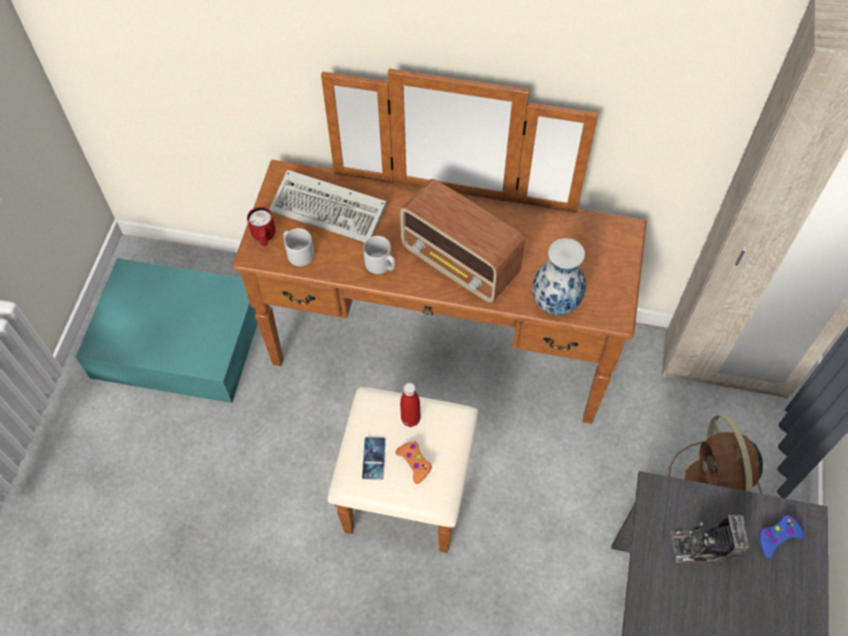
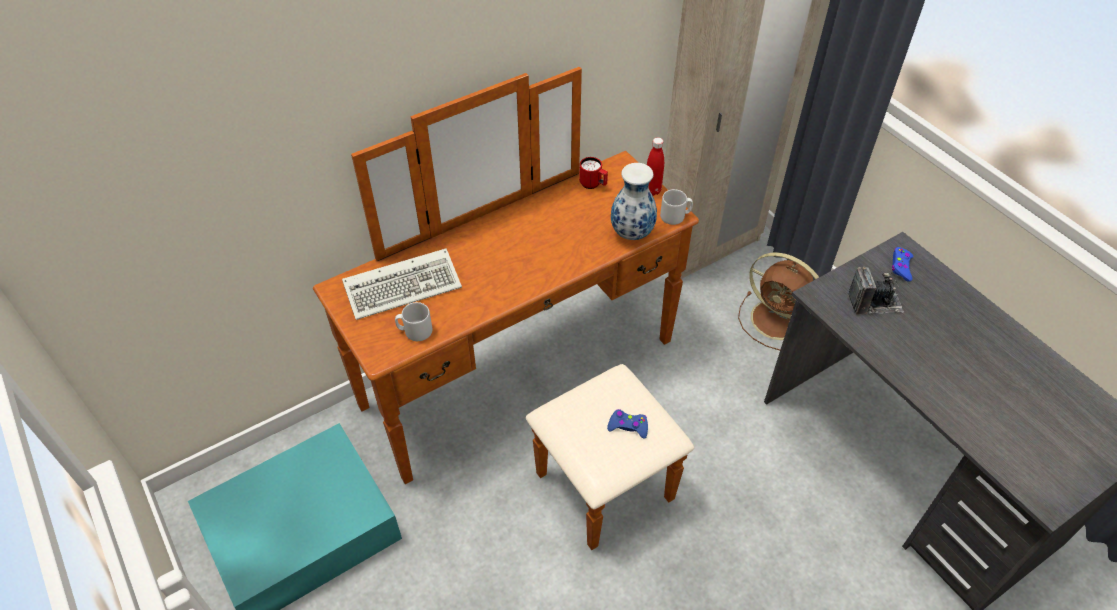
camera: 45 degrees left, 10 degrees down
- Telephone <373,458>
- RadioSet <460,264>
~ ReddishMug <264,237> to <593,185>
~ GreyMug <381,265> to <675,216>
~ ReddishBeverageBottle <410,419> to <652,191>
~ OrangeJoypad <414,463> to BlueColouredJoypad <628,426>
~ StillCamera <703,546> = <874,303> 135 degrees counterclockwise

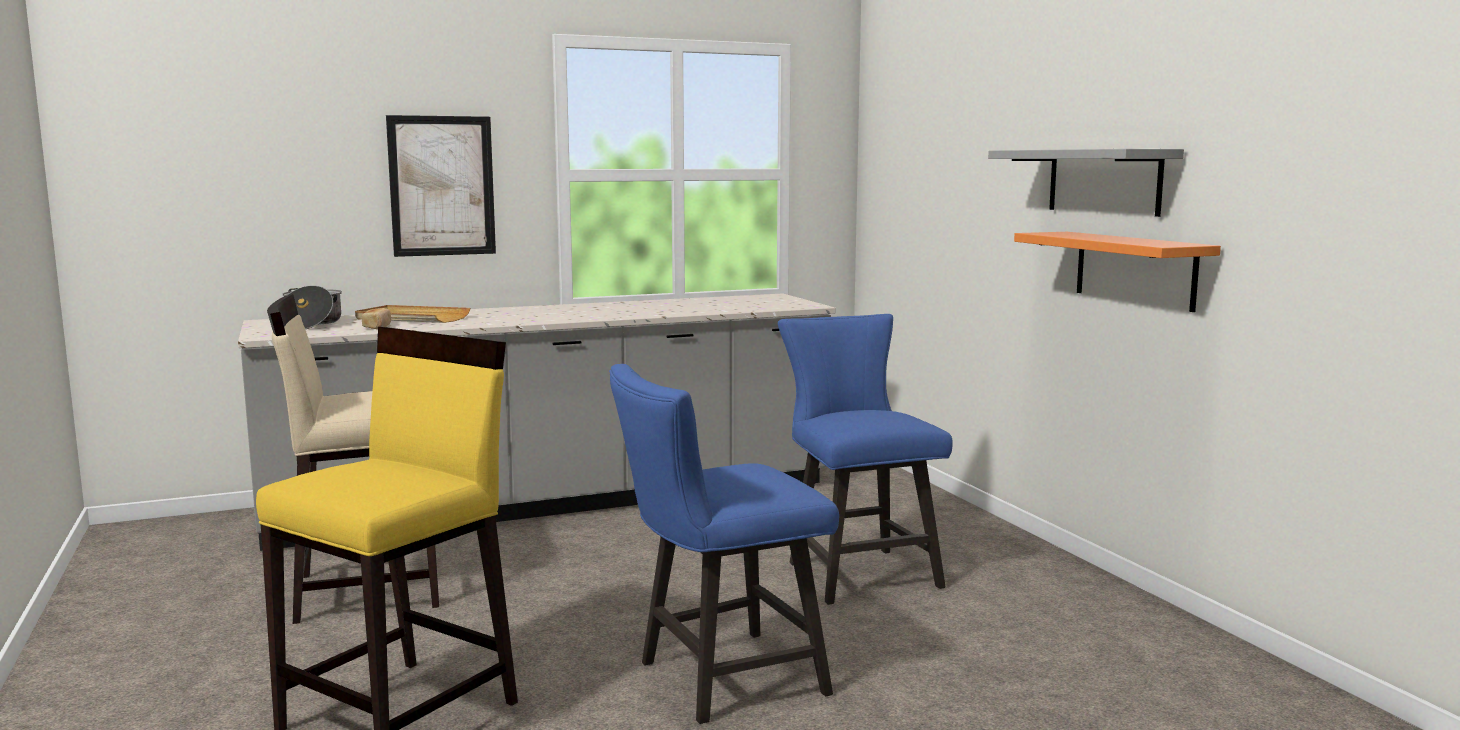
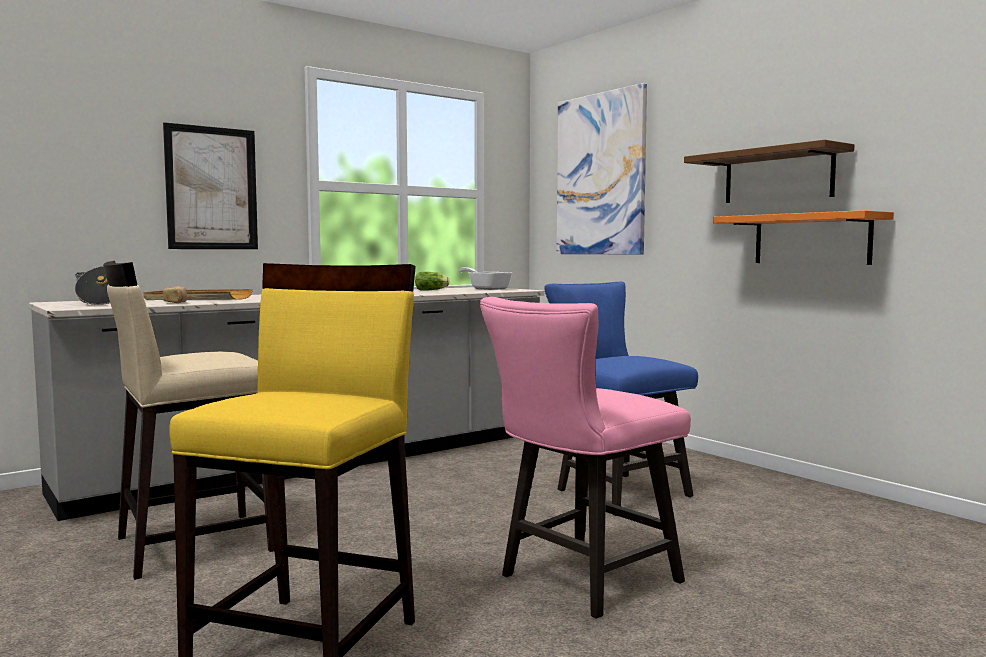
camera: 15 degrees left, 5 degrees down
+ HeadOfLettuce <432,290>
+ Pan <486,289>
+ WallPicture <600,174>
~ BlueColouredPlainChair <719,680> to PinkPlainChair <580,581>
~ GreyWallShelf <1104,181> to BrownishWallShelf <778,176>

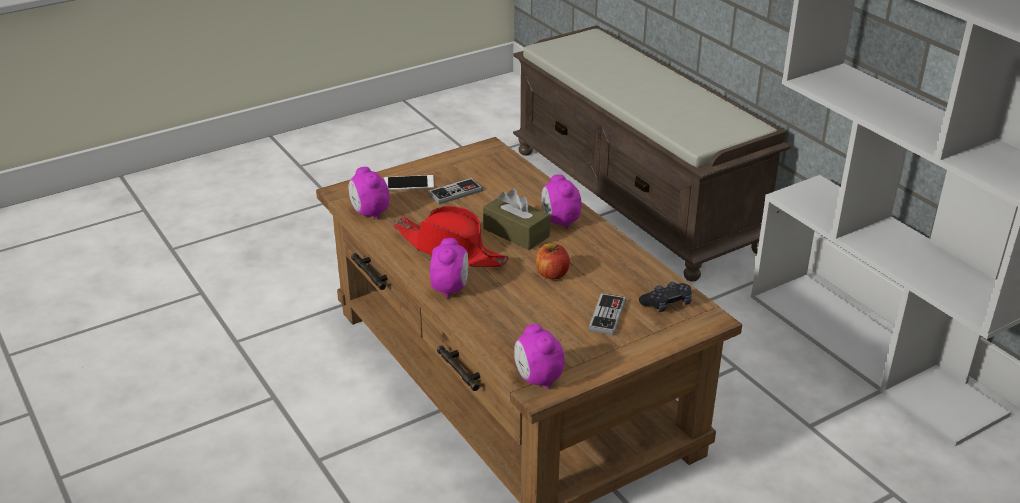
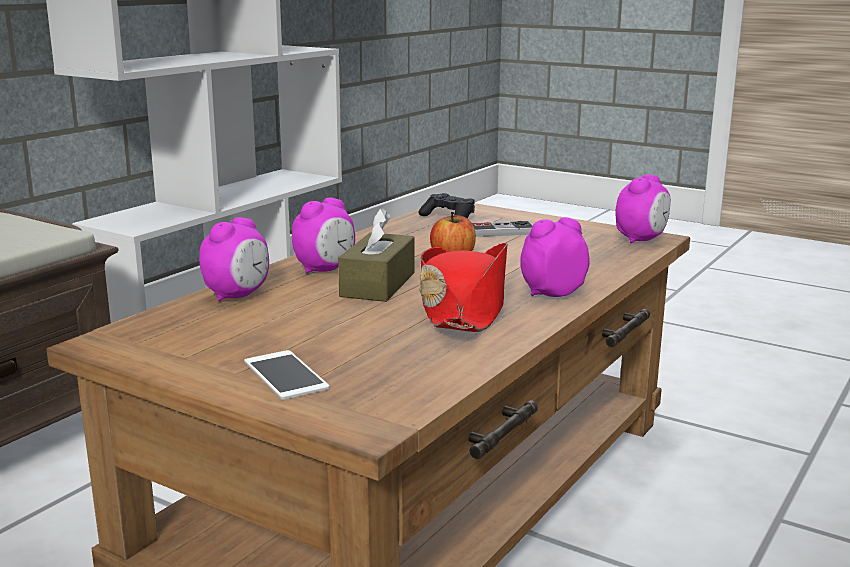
camera: 115 degrees left, 15 degrees down
- Joypad <455,193>
~ TableClock <369,213> to <238,295>

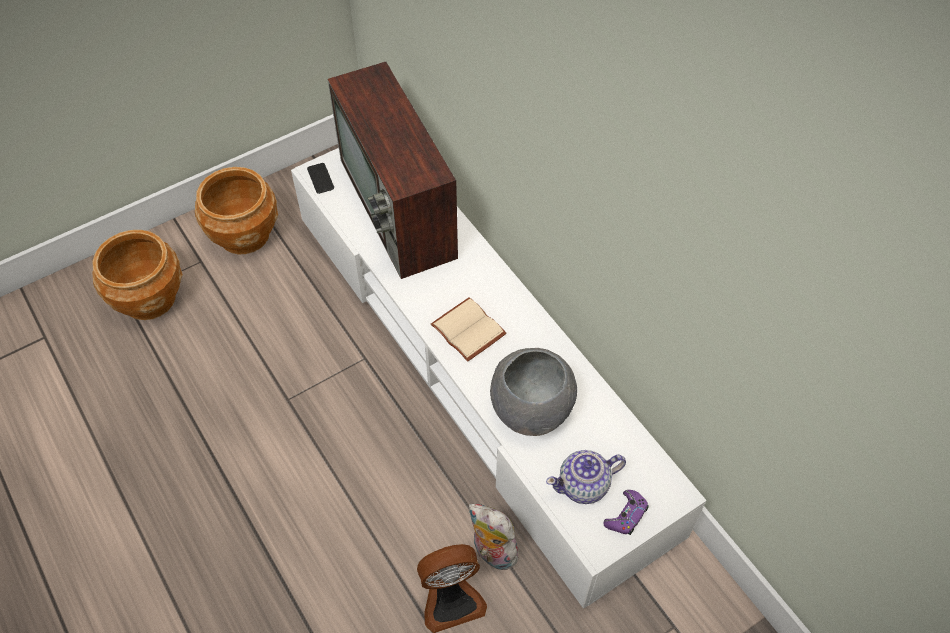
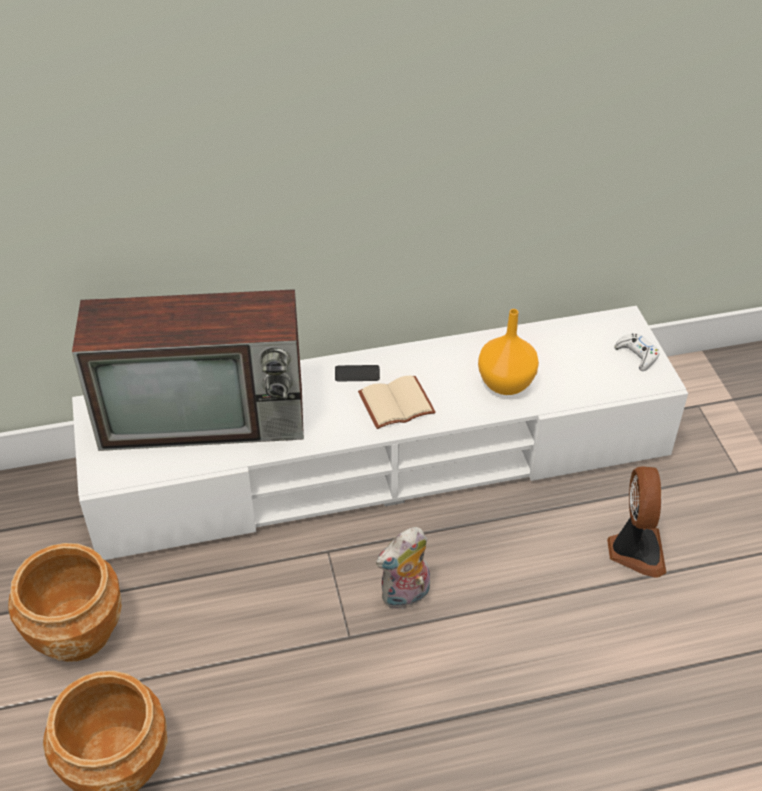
camera: 70 degrees left, 10 degrees down
- Teapot <584,485>
~ Telephone <320,178> to <357,374>
~ PlushToy <492,553> to <405,596>
~ GreyServingBowl <531,406> to OrangeFlowerVase <505,383>
~ PurpleColouredJoypad <626,515> to WhiteJoypad <637,355>

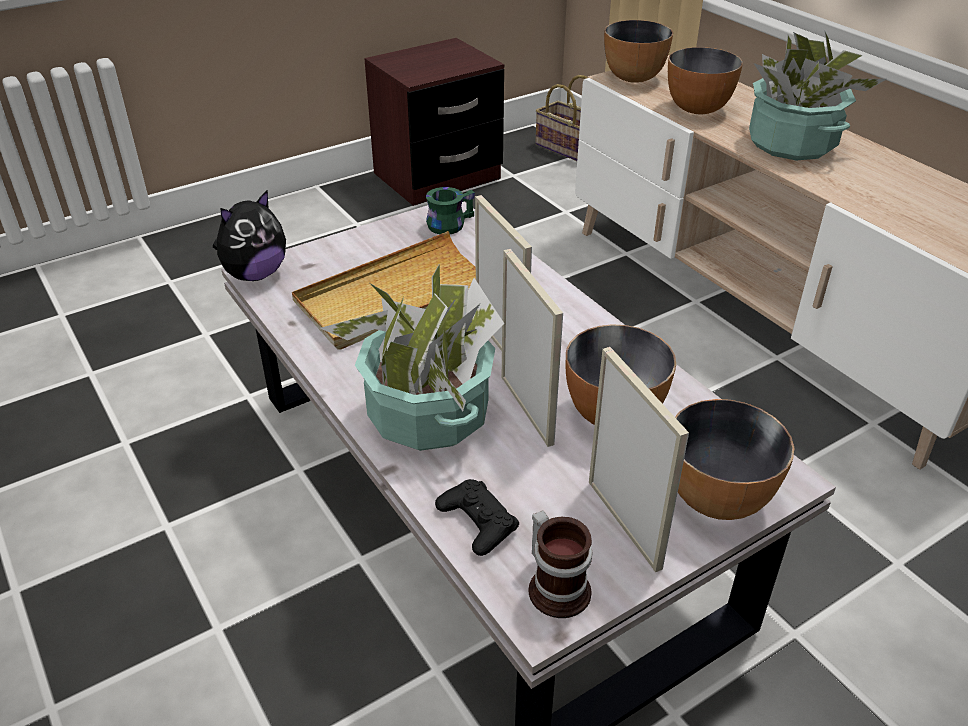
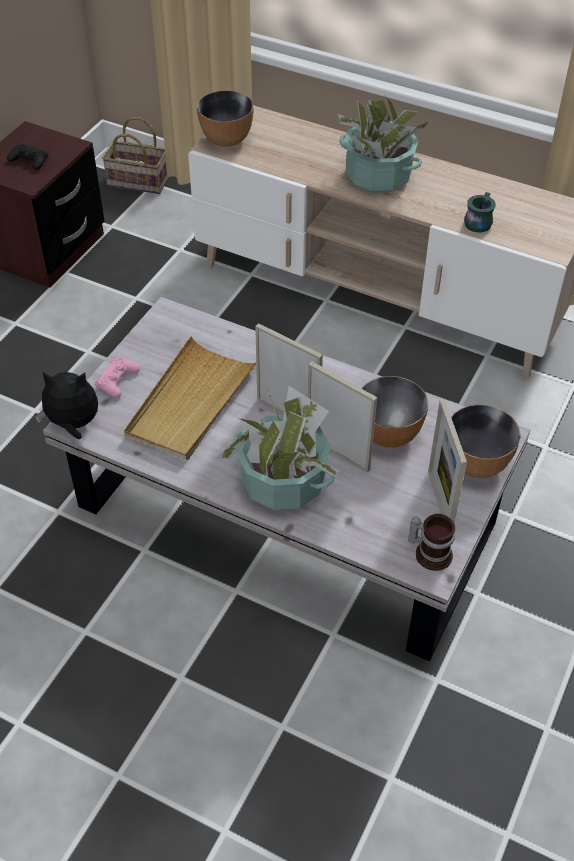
camera: 30 degrees left, 10 degrees up
- ServingBowl <697,109>
+ PinkJoypad <117,380>
~ GreenMug <448,222> to <477,221>
~ BlackJoypad <477,522> to <29,160>
~ PlushToy <255,274> = <73,424> 105 degrees counterclockwise
~ StandingFrame <623,524> = <439,501> 135 degrees counterclockwise

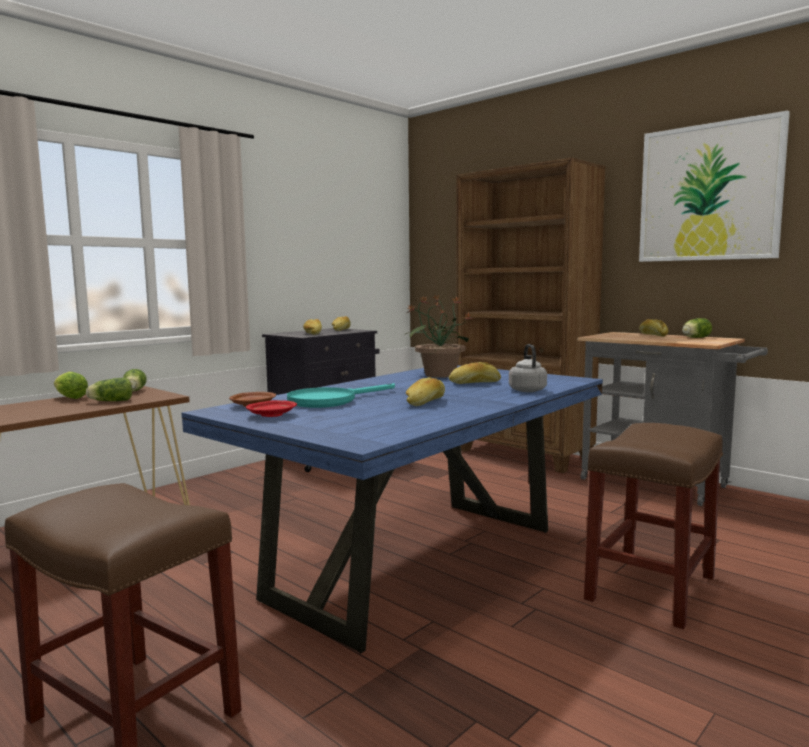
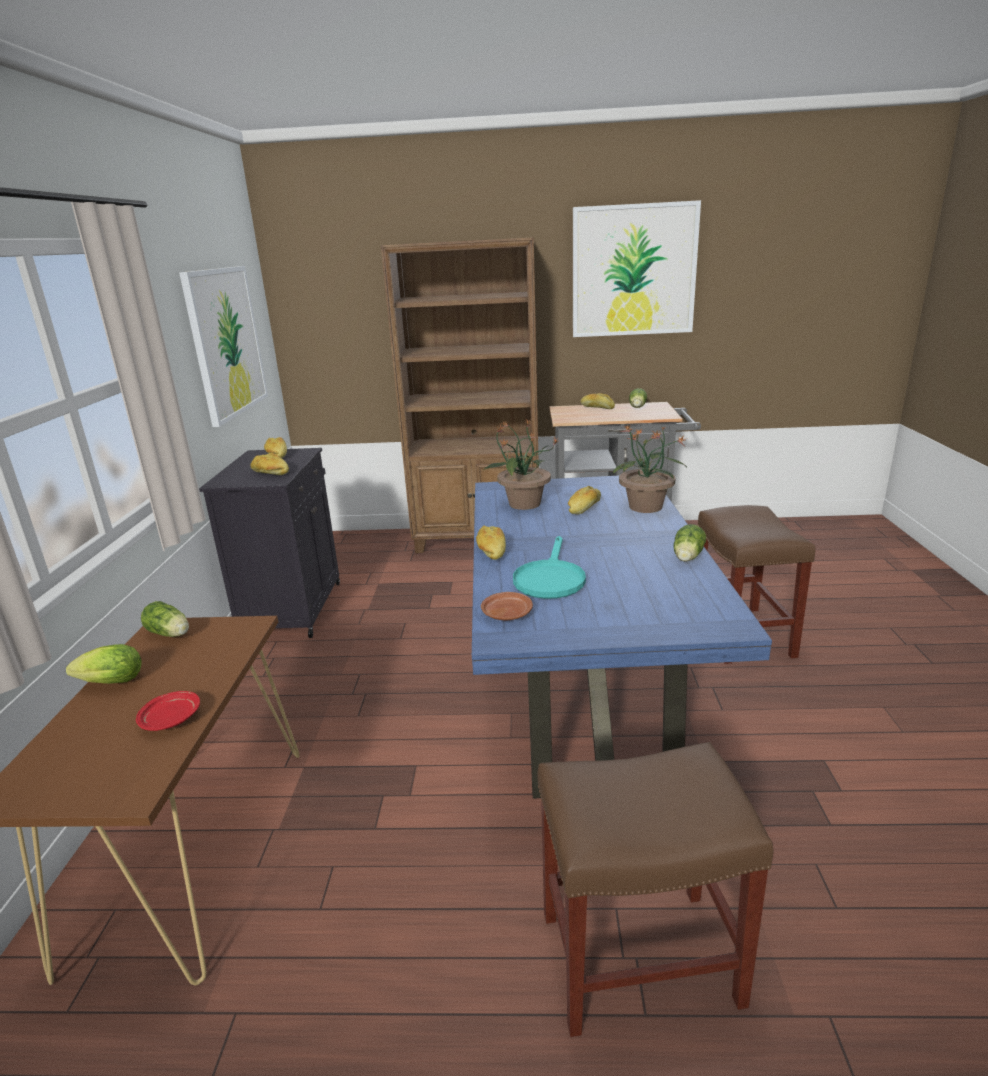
camera: 40 degrees left, 15 degrees up
+ WallPicture <226,342>
~ HeadOfLettuce <110,401> to <687,557>
~ ReddishPlate <272,415> to <171,719>
~ BakedBread <425,402> to <491,551>
~ GreyKettle <526,390> to PlantInAPot <646,507>

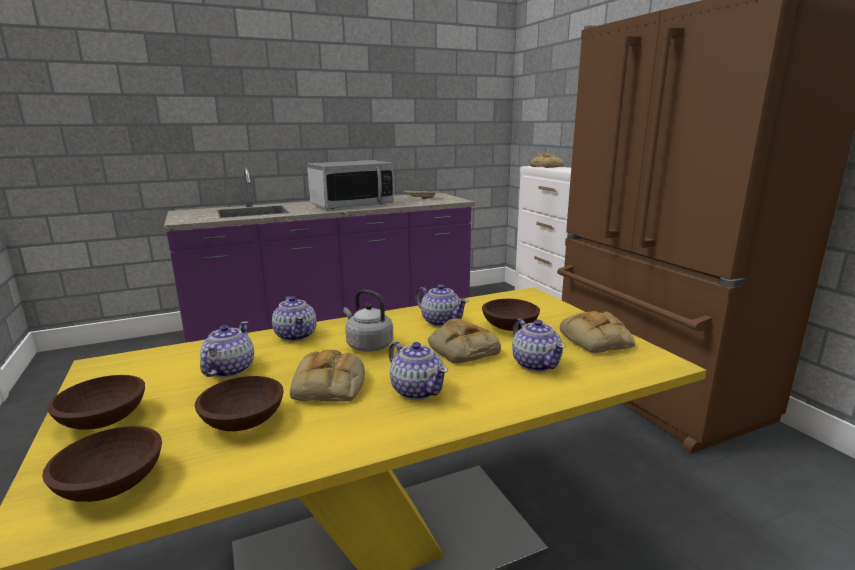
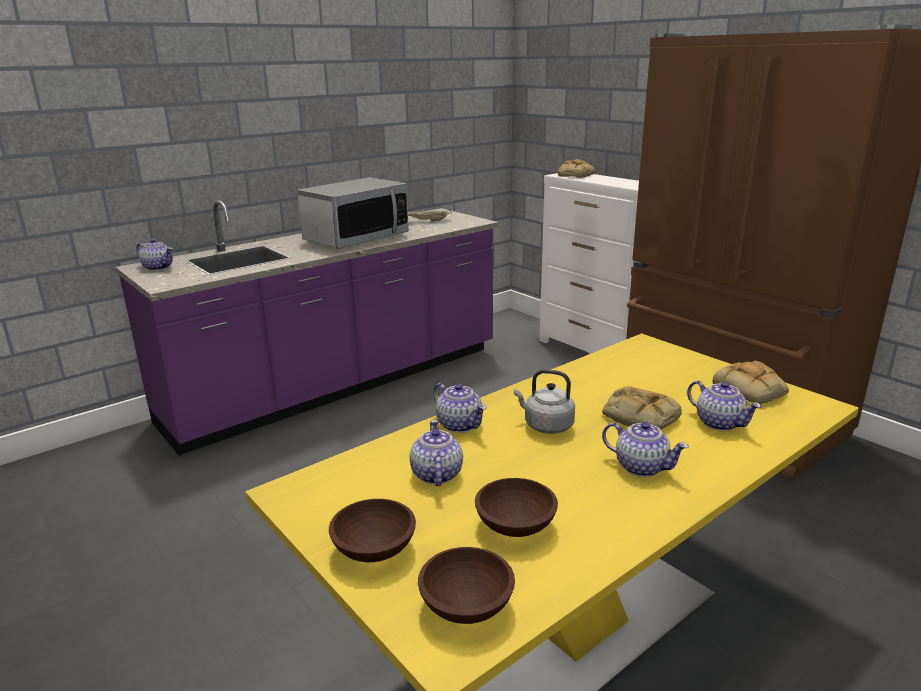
camera: 15 degrees left, 5 degrees up
- BakedBread <330,386>
- BrownishServingBowl <510,326>
~ Teapot <441,321> to <158,267>

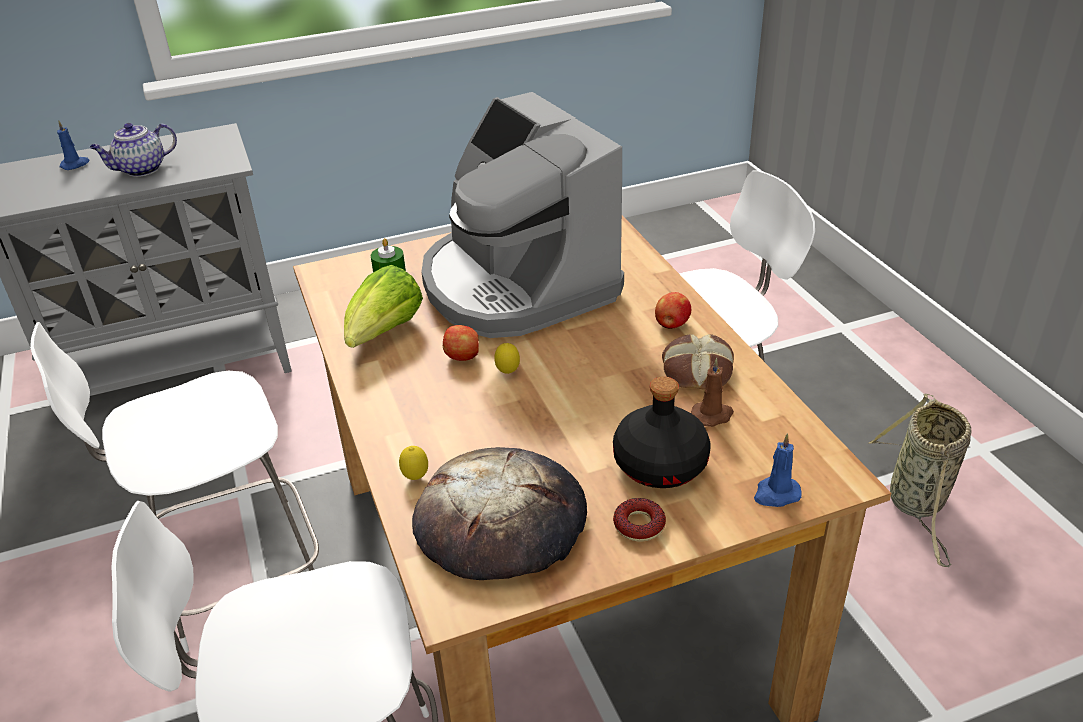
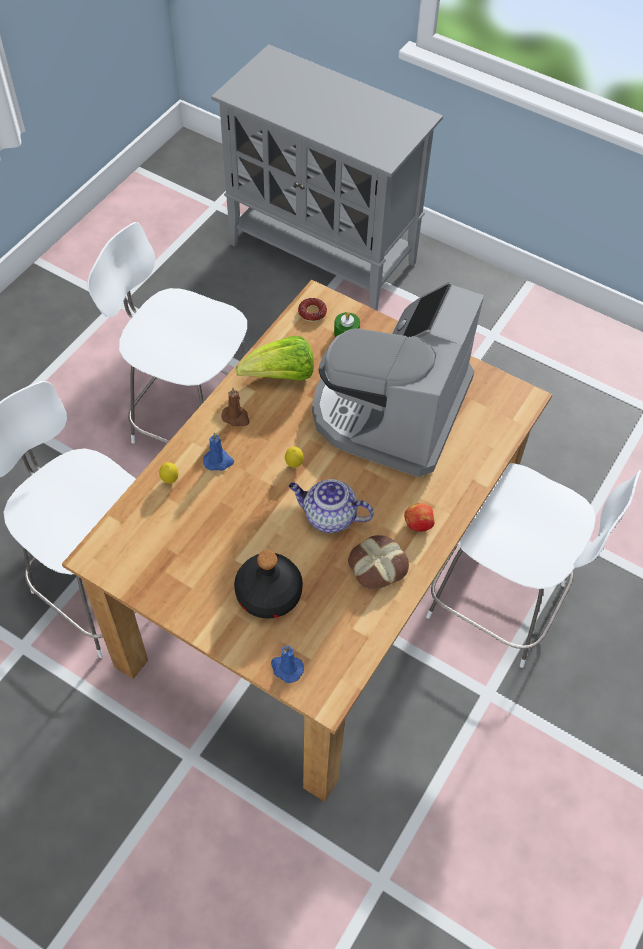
camera: 50 degrees right, 20 degrees up
- BakedBread <502,521>
- Apple <463,357>
- Basket <917,503>
~ BlueColouredWaxCandle <75,165> to <218,461>
~ Teapot <141,170> to <328,517>
~ Donut <639,525> to <312,313>
~ BrownishWaxCandle <713,415> to <236,417>

